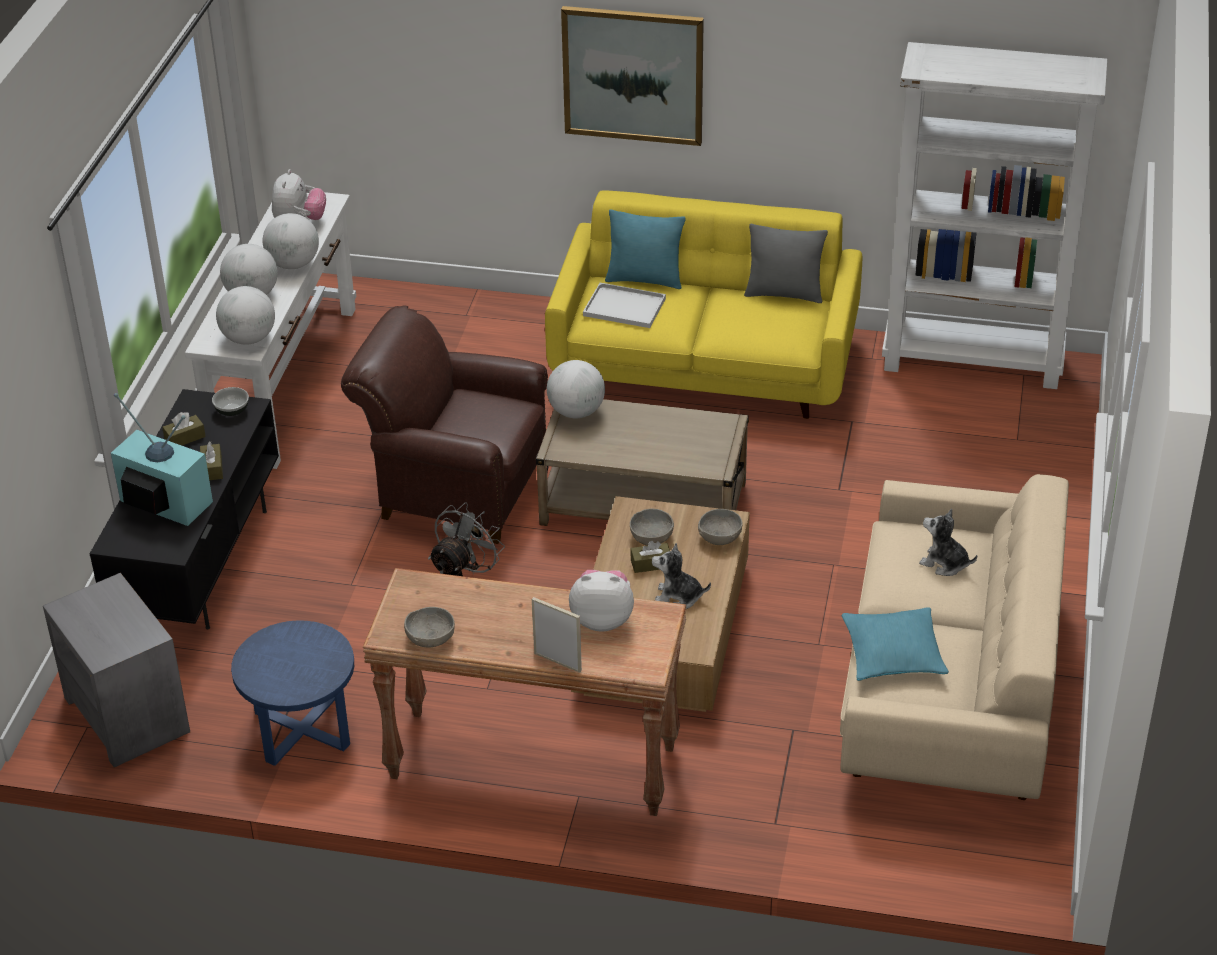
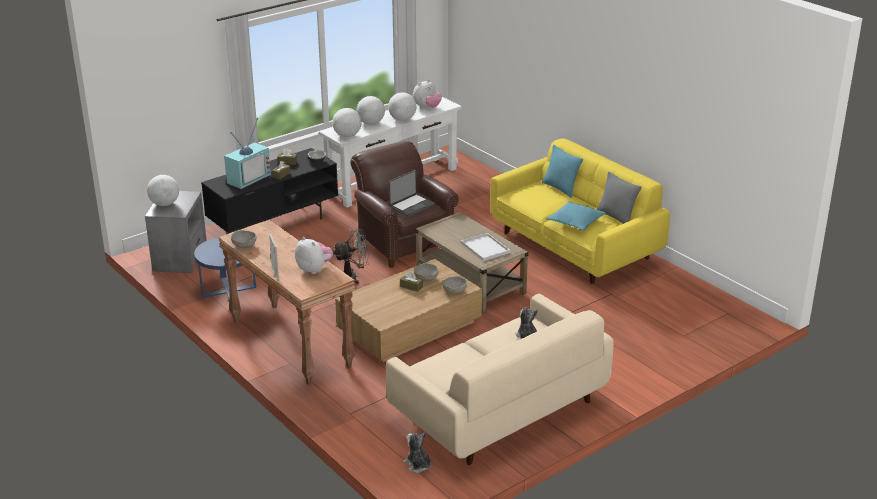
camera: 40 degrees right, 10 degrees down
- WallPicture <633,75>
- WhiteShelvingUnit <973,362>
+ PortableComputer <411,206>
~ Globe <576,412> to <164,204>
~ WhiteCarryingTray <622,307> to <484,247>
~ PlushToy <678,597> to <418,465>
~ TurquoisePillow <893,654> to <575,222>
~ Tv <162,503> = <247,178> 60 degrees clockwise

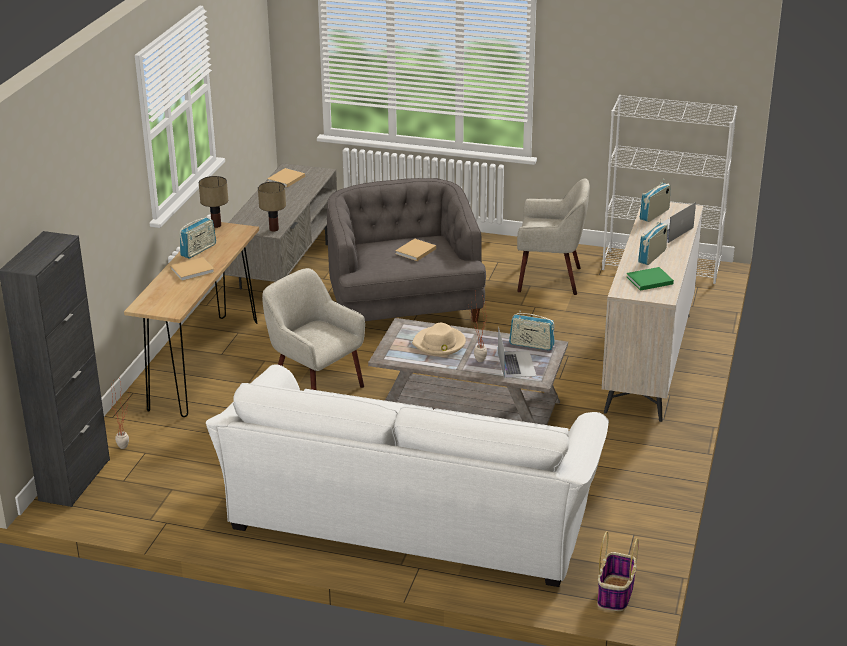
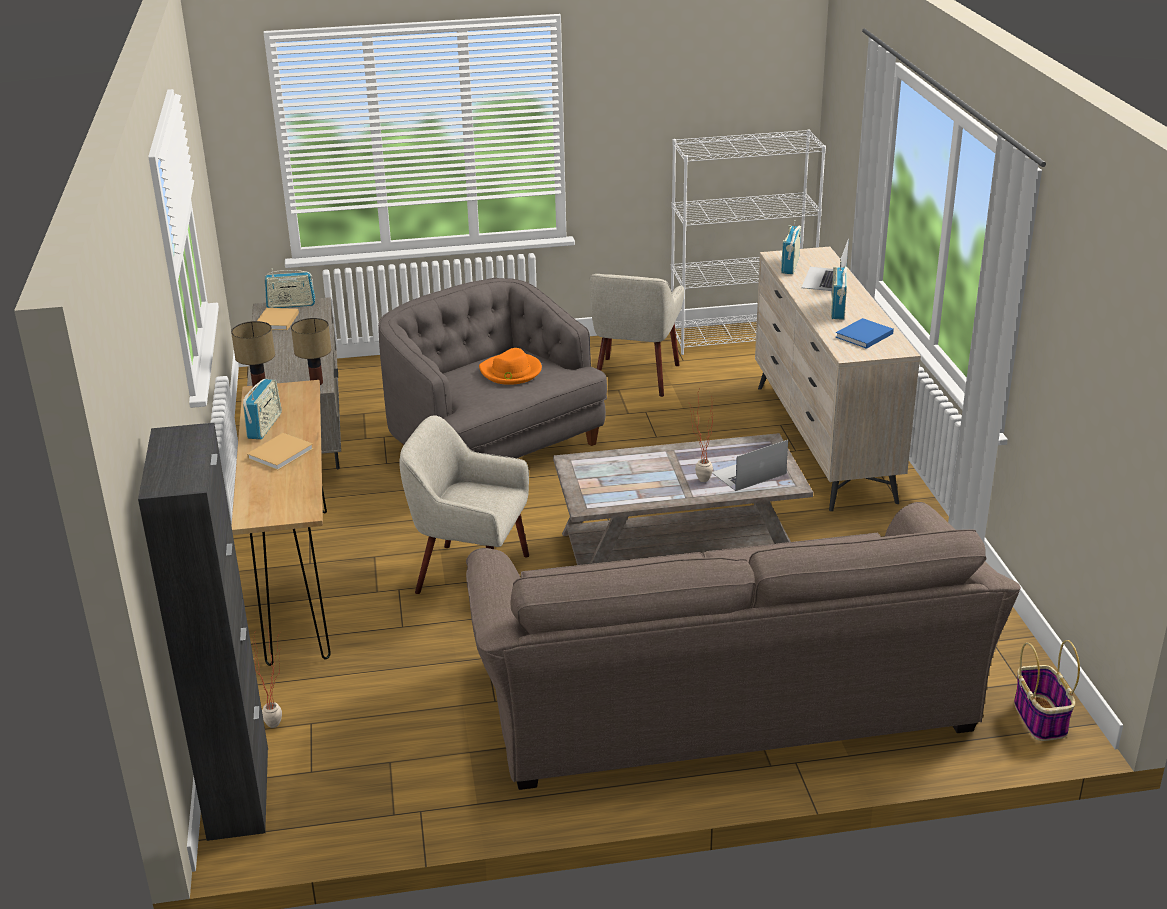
camera: 25 degrees left, 0 degrees up
- BeigeClothingHat <439,344>
~ RadioSet <531,345> to <291,305>
~ BeigeVolume <415,251> to OrangeClothingHat <511,372>
~ WhiteSettee <413,511> to BrownishSettee <724,692>
~ GreenVolume <648,280> to BlueColouredVolume <863,336>
~ PortableComputer <516,364> = <748,473> 90 degrees counterclockwise
~ BeigeLoungeChair <550,279> = <635,377> 120 degrees clockwise

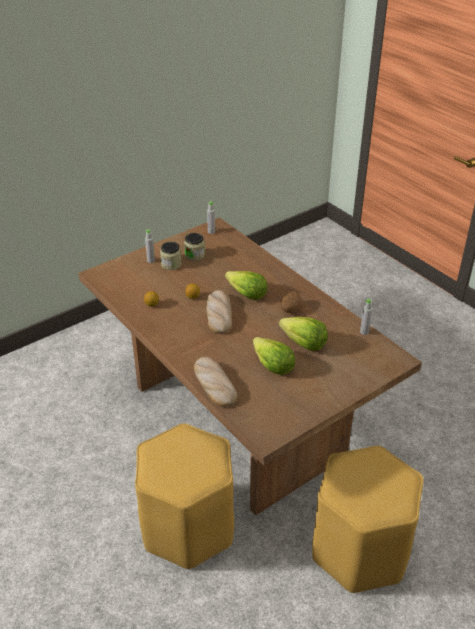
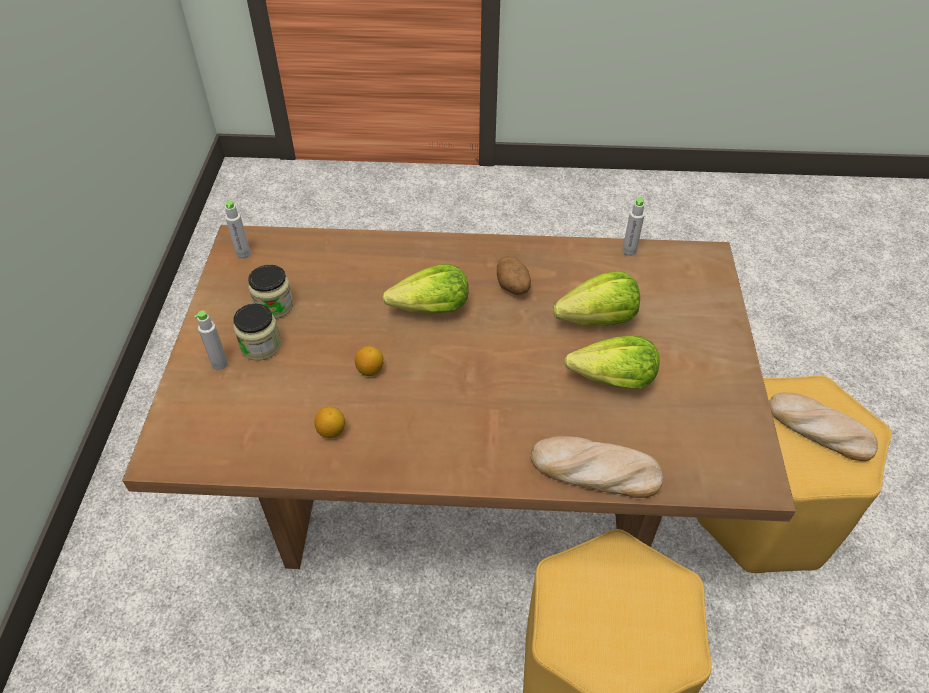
camera: 50 degrees left, 10 degrees up
~ BakedBread <219,314> to <819,429>

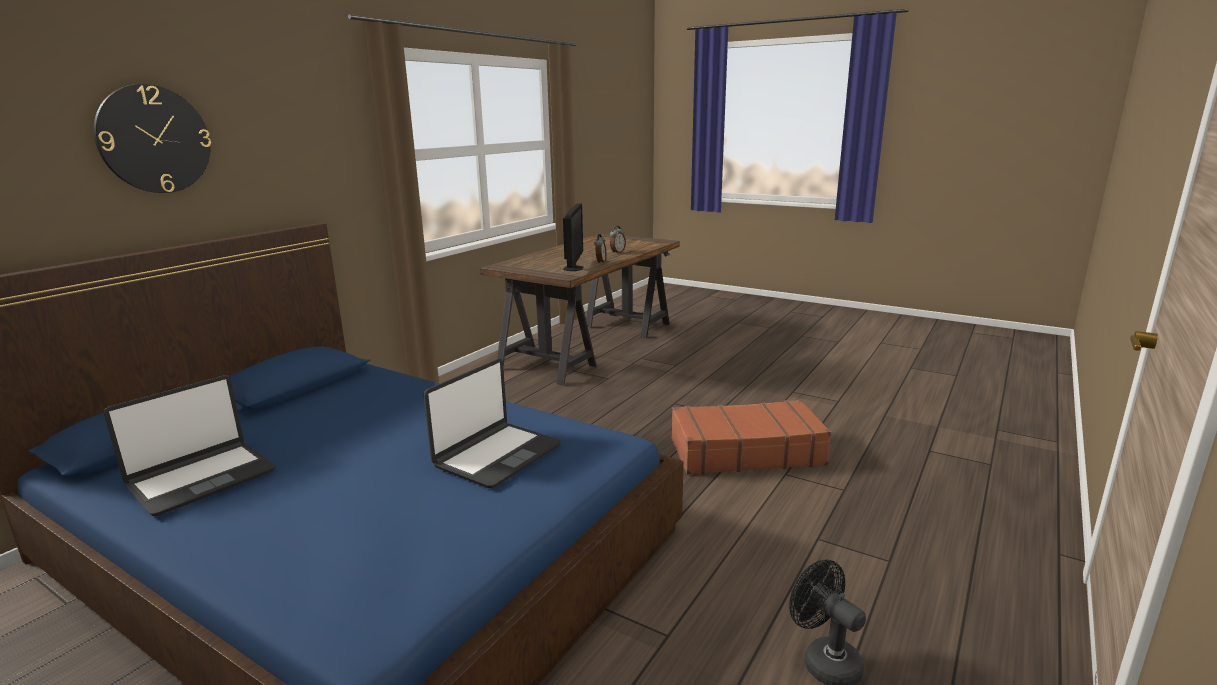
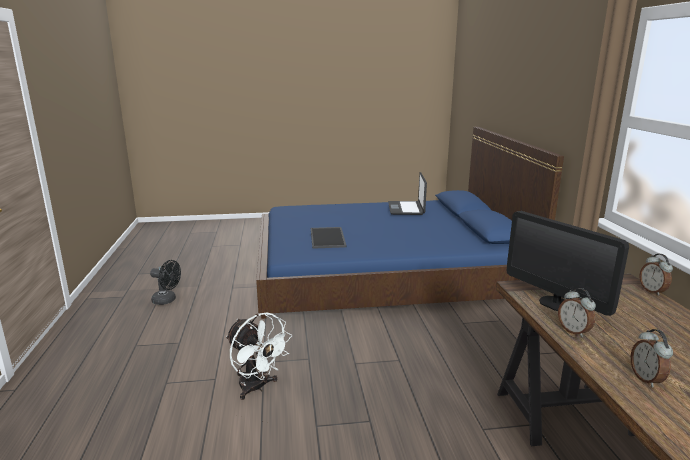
camera: 140 degrees right, 0 degrees up
- HangingClock <154,139>
+ TableClock <652,291>
~ PortableComputer <497,455> to CarryingTray <328,238>
~ BrownishSuitcase <745,451> to WhiteFan <257,388>

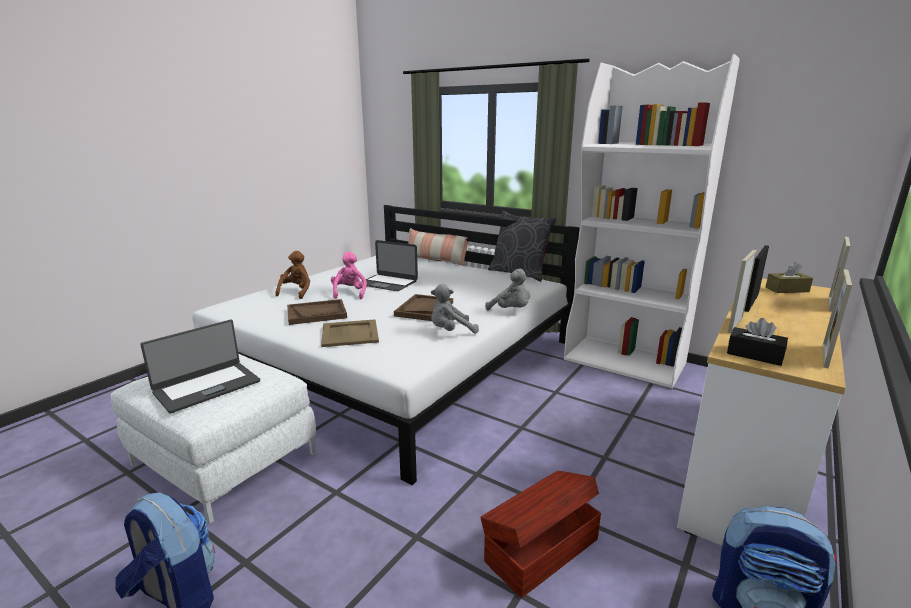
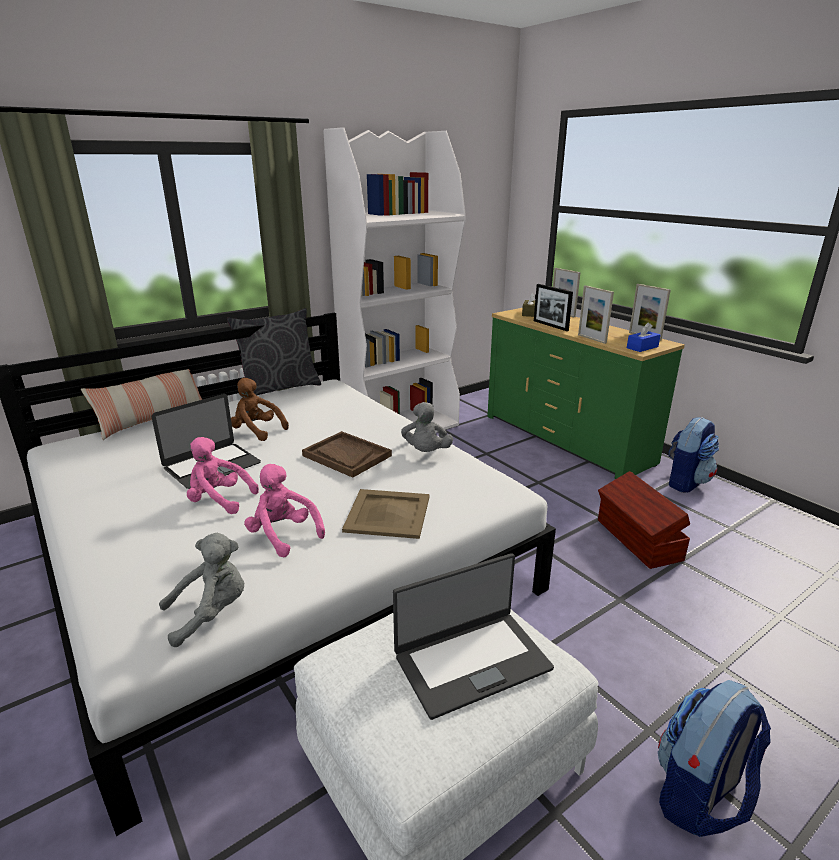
camera: 70 degrees left, 5 degrees up
~ BrownishPlushToy <296,292> to <257,431>
~ GreyPlushToy <511,310> to <211,613>
~ BrownishCarryingTray <317,313> to PinkPlushToy <283,535>
~ WhiteChestOfDrawers <746,468> to GreenChestOfDrawers <566,439>
~ BlackTissueBox <754,355> to BlueColouredTissueBox <642,347>
~ PortableComputer <206,386> = <471,661> 90 degrees clockwise

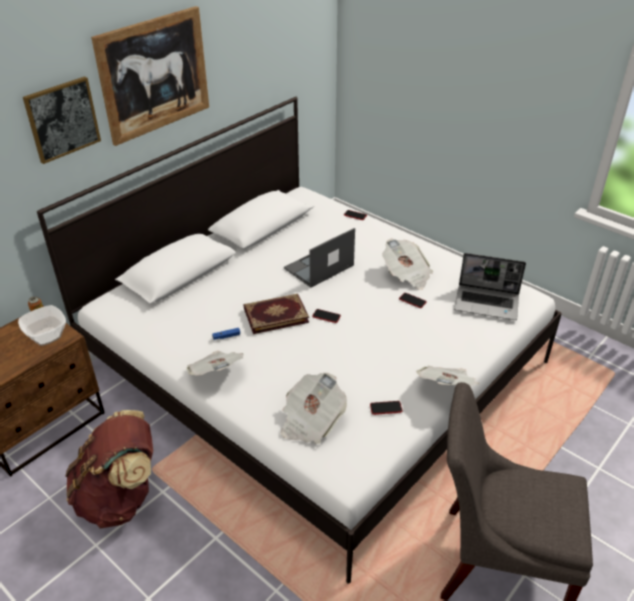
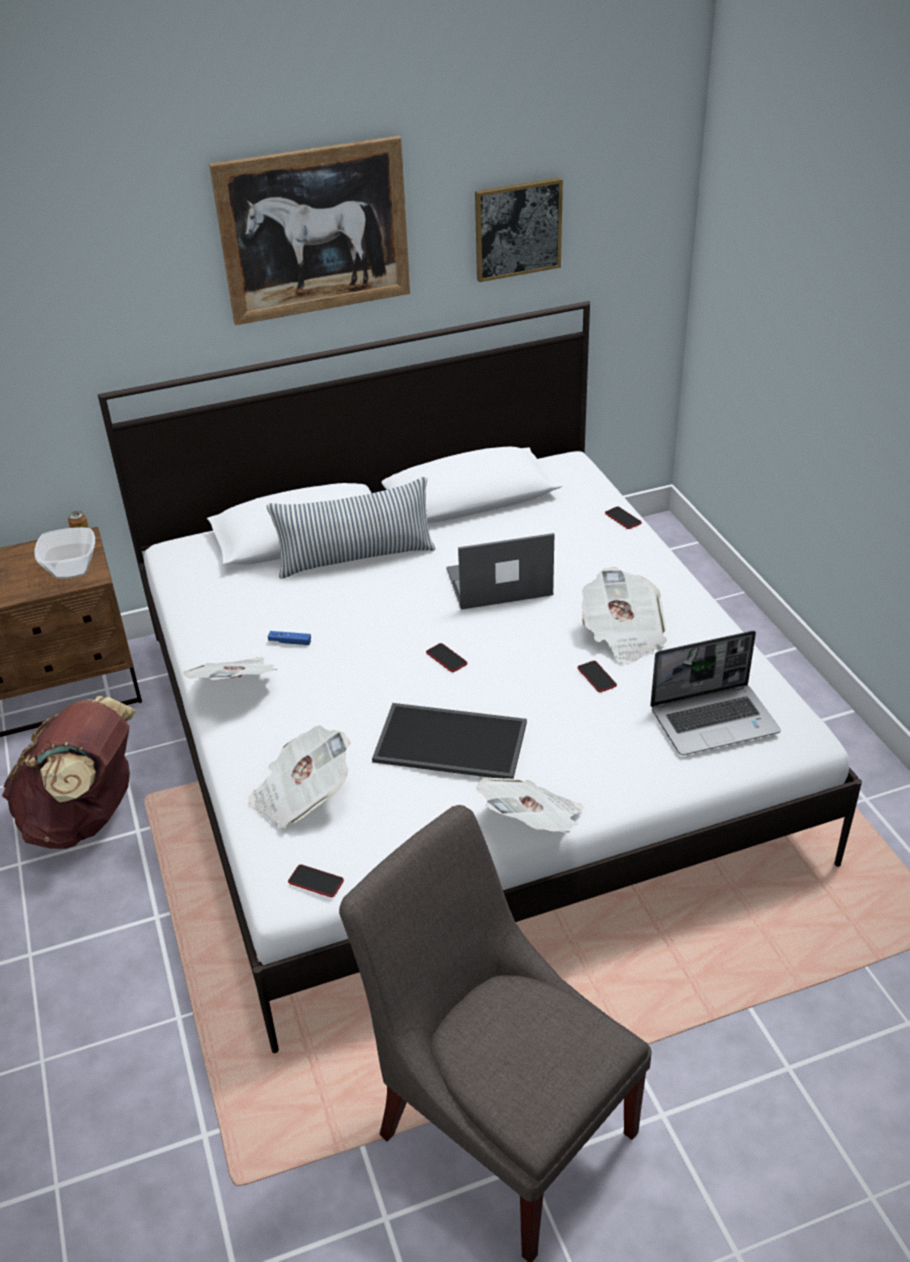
camera: 30 degrees right, 0 degrees up
- Volume <275,315>
+ Pillow <356,557>
+ CarryingTray <452,740>
~ WallPicture <62,119> to <517,229>
~ Telephone <386,408> to <316,881>
~ PortableComputer <487,303> = <714,720> 60 degrees counterclockwise

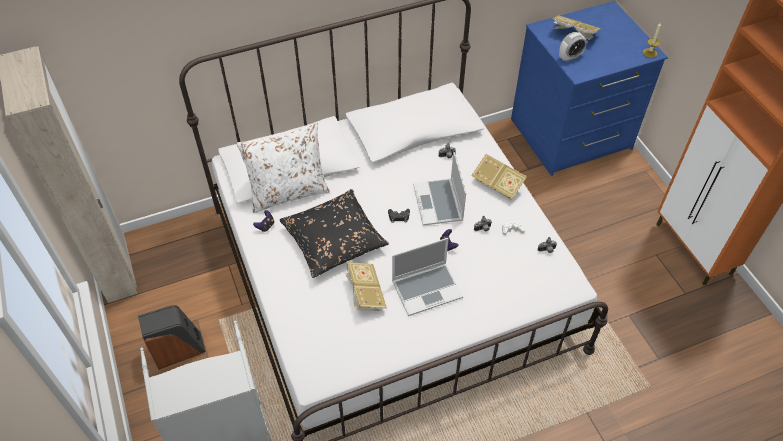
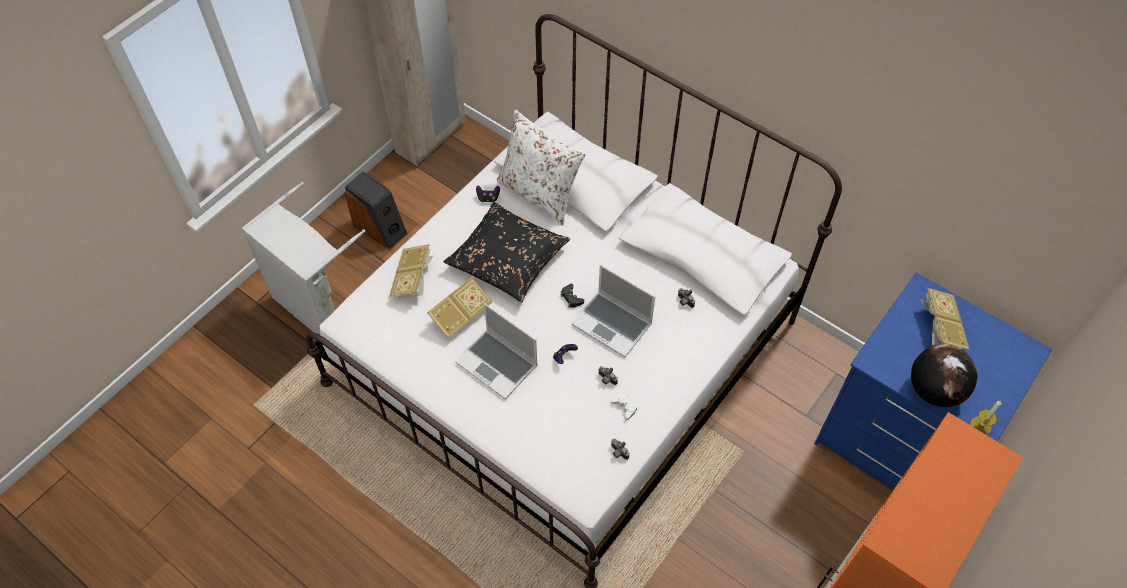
camera: 60 degrees right, 5 degrees up
- TableClock <570,57>
+ Globe <933,390>
~ Volume <498,184> to <413,280>
~ PortableComputer <439,203> = <613,324> 105 degrees counterclockwise

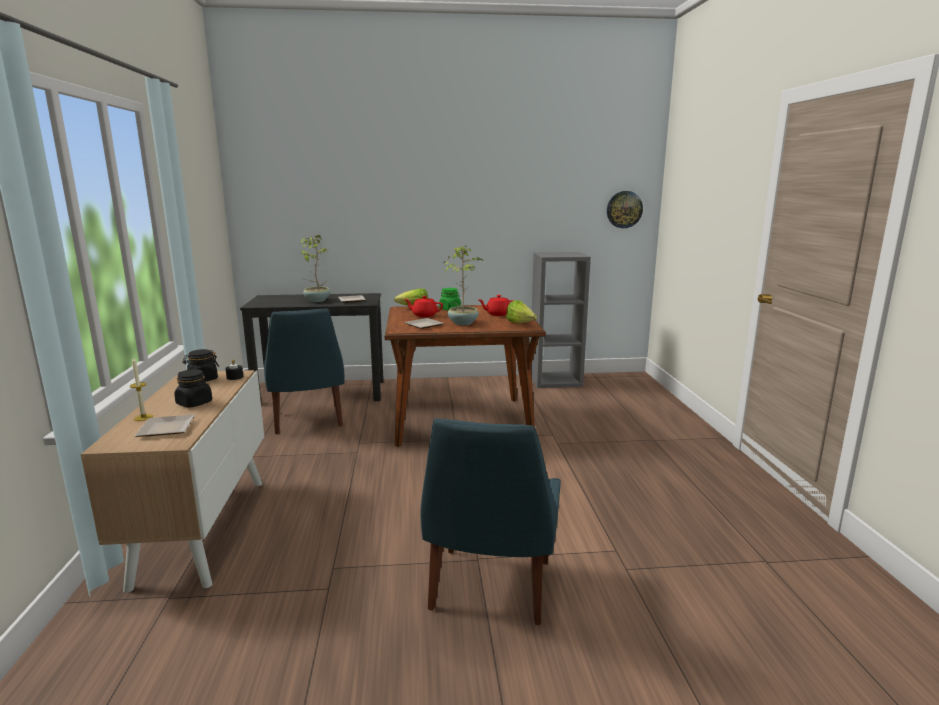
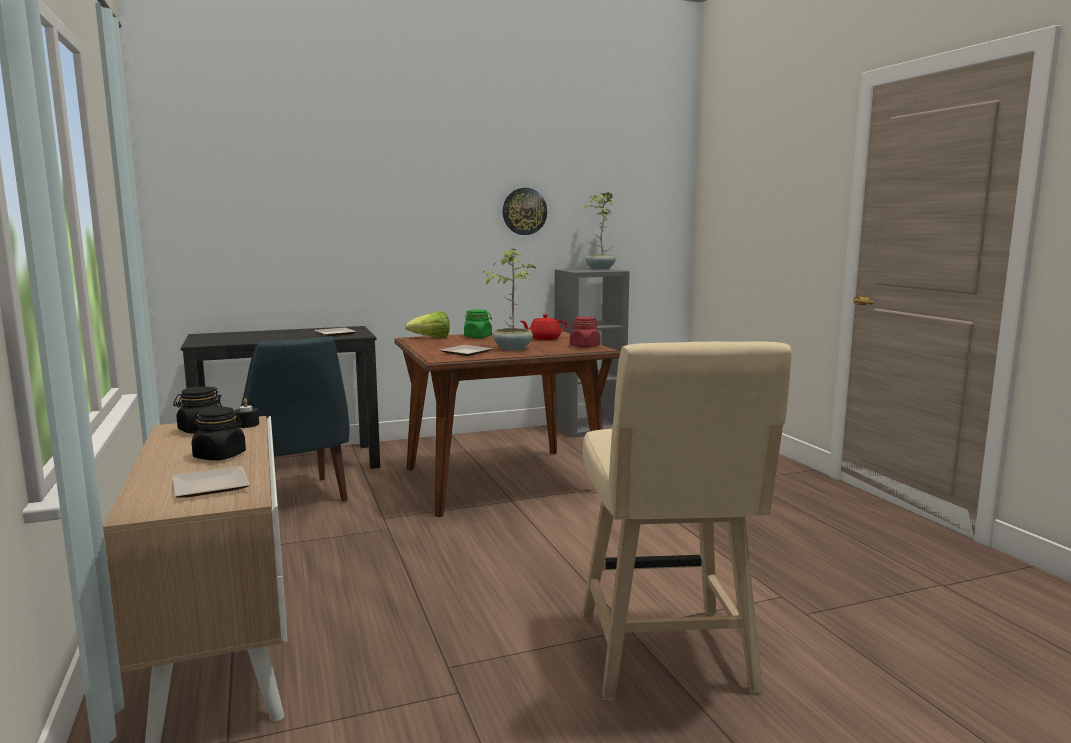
camera: 15 degrees left, 5 degrees down
- WaxCandle <143,417>
- ReddishTeapot <424,315>
~ PlantInAPot <316,300> to <599,269>
~ HangingClock <624,209> to <524,211>
~ BlueColouredPlainChair <489,588> to BeigeSittingStool <666,658>
~ HeadOfLettuce <521,324> to ReddishPreserveJar <584,346>

